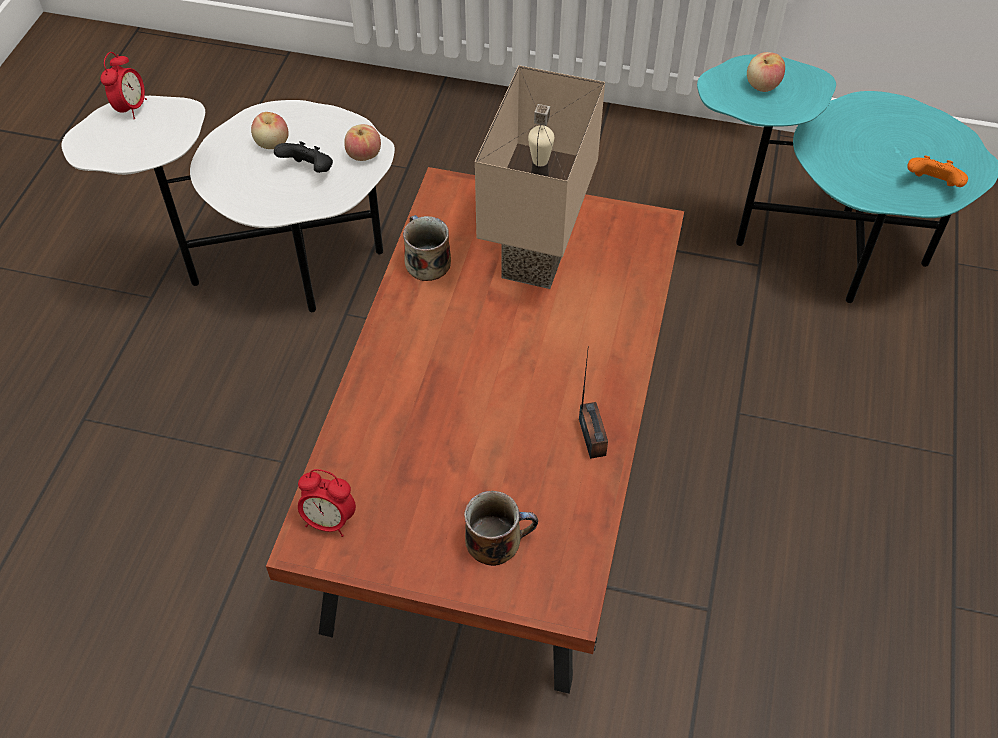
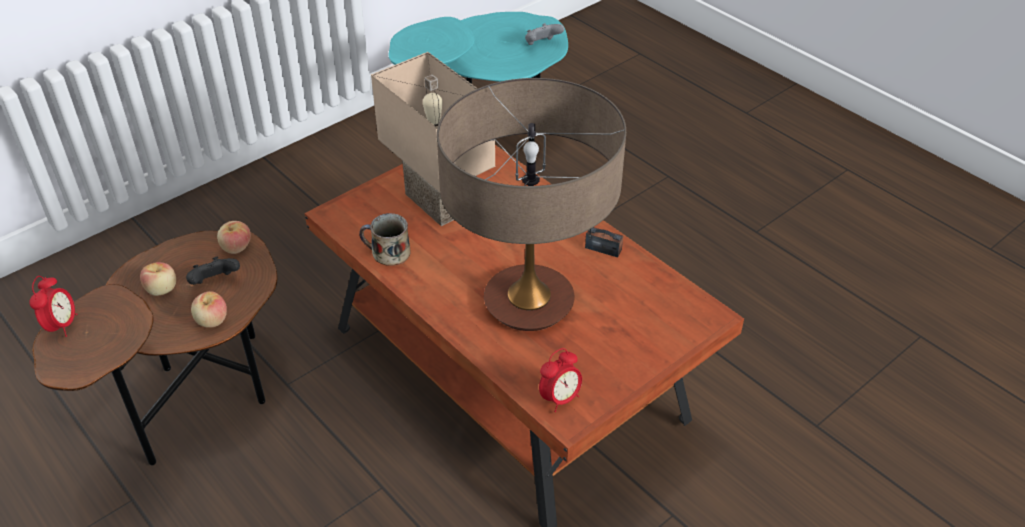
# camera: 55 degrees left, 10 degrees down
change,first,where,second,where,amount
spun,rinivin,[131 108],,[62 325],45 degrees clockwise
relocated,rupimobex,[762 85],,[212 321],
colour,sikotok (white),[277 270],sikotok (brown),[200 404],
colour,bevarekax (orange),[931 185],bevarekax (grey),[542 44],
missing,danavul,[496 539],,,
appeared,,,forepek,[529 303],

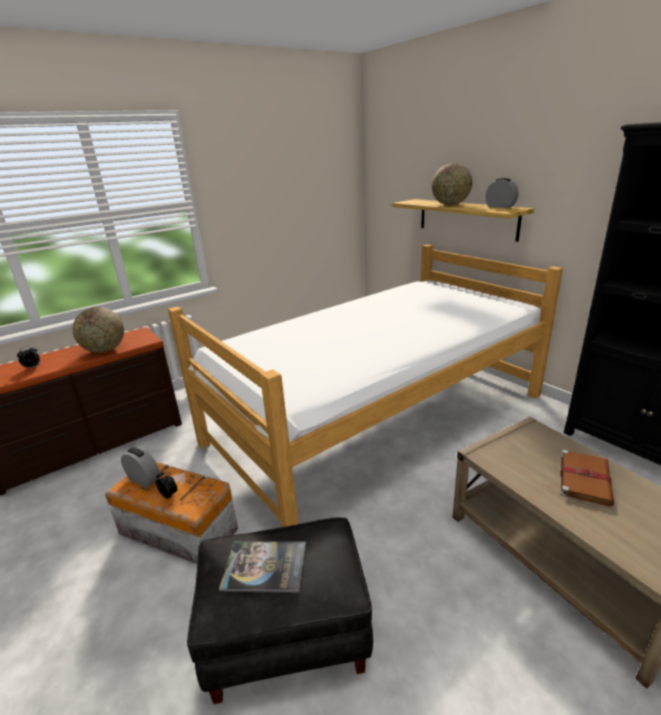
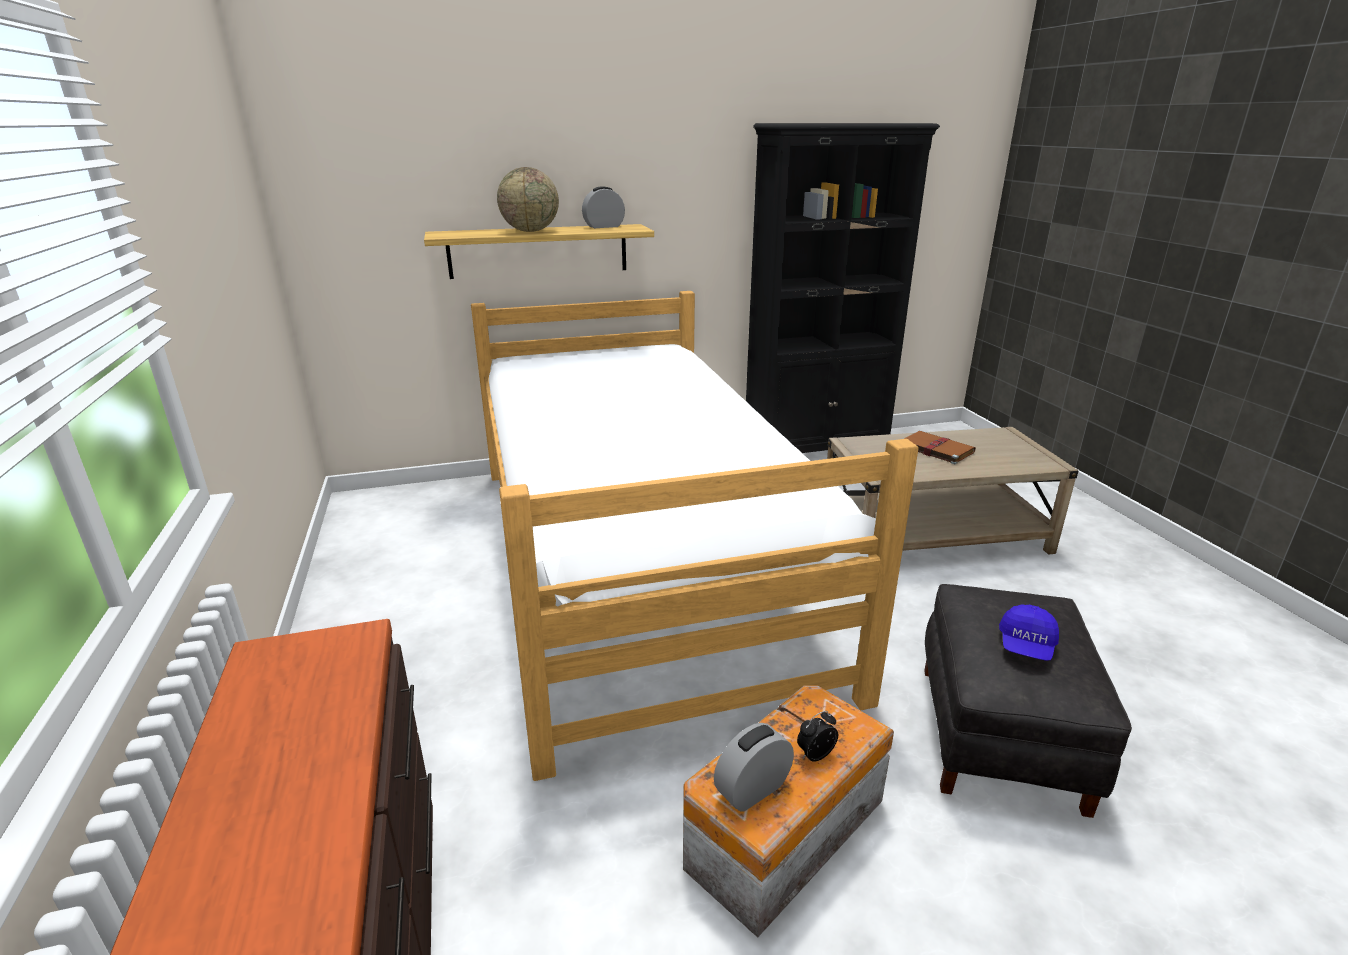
# camera: 70 degrees left, 0 degrees up
change,first,where,second,where,amount
missing,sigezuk,[105 350],,,
missing,rinivin,[33 367],,,
exchanged,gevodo,[265 567],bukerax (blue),[1026 646],

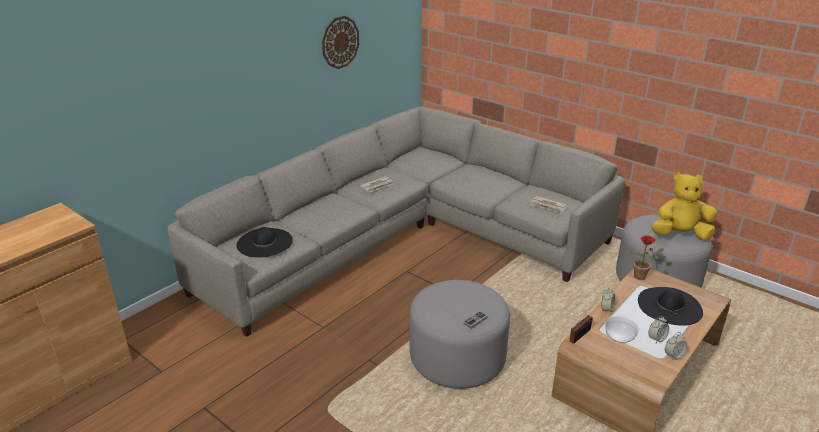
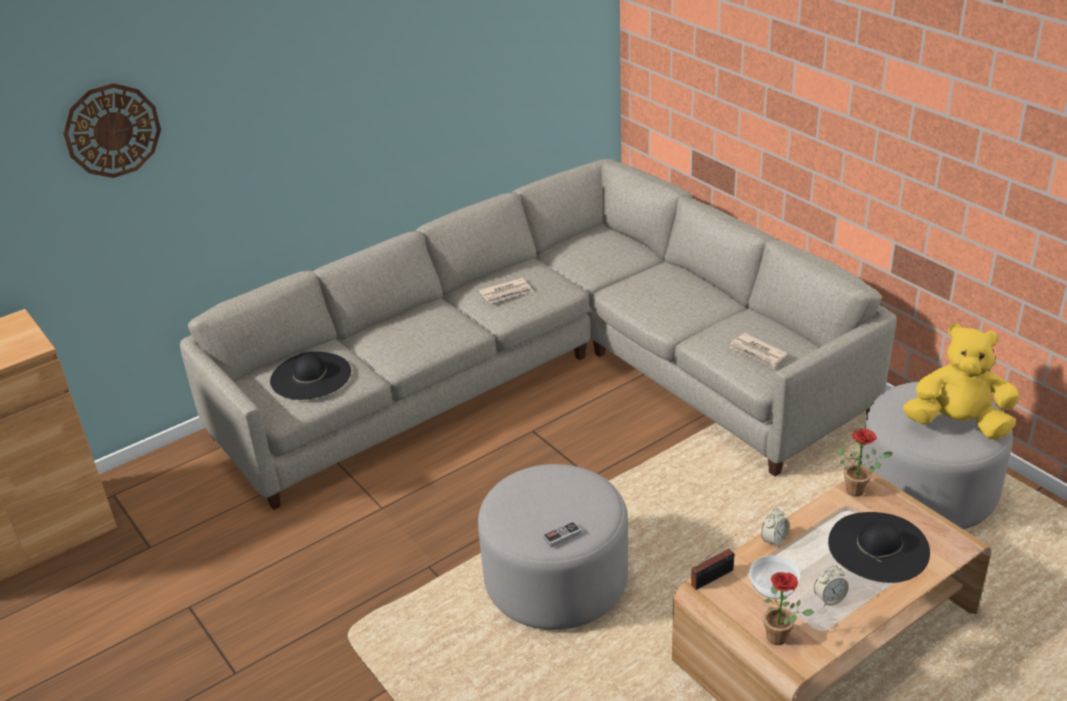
# camera: 15 degrees right, 5 degrees up
change,first,where,second,where,amount
relocated,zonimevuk,[340 42],,[112 130],
missing,rinivin,[673 355],,,
appeared,,,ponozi,[781 638],

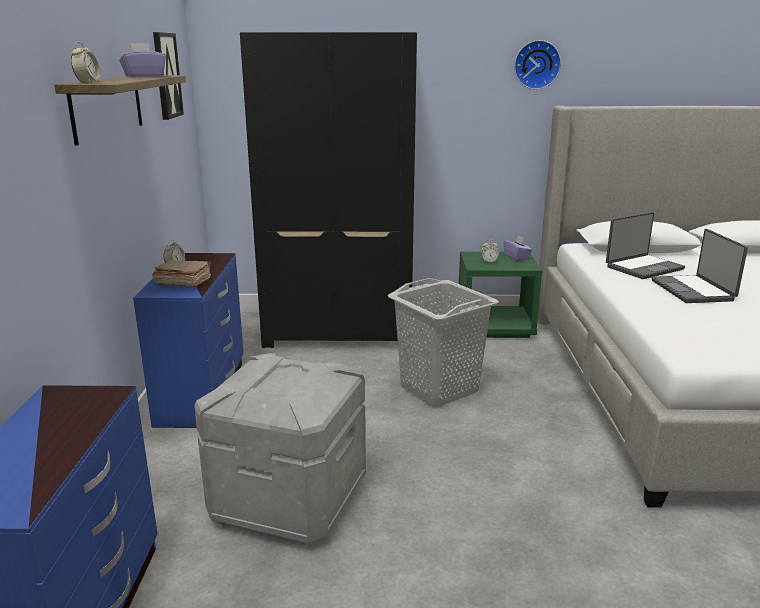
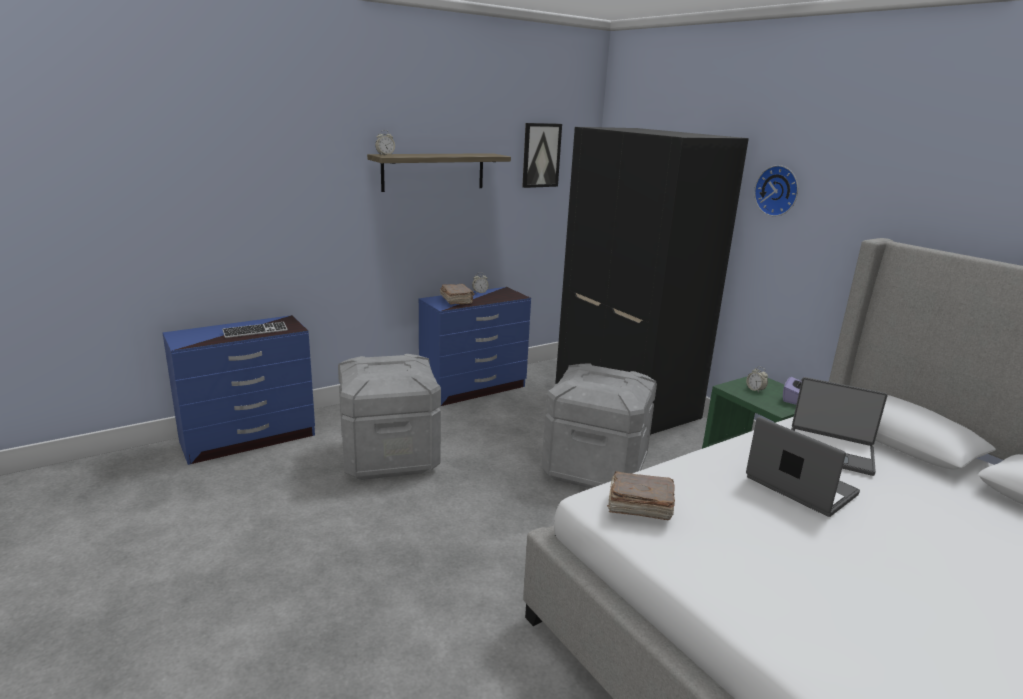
# camera: 55 degrees right, 0 degrees up
change,first,where,second,where,amount
relocated,zonimevuk,[536 65],,[778 190],
missing,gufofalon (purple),[144 76],,,
spun,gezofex,[693 290],,[799 487],90 degrees clockwise
exchanged,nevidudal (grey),[439 389],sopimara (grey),[594 468],
appeared,,,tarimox,[255 331],
appeared,,,gevodo (brown),[638 506],

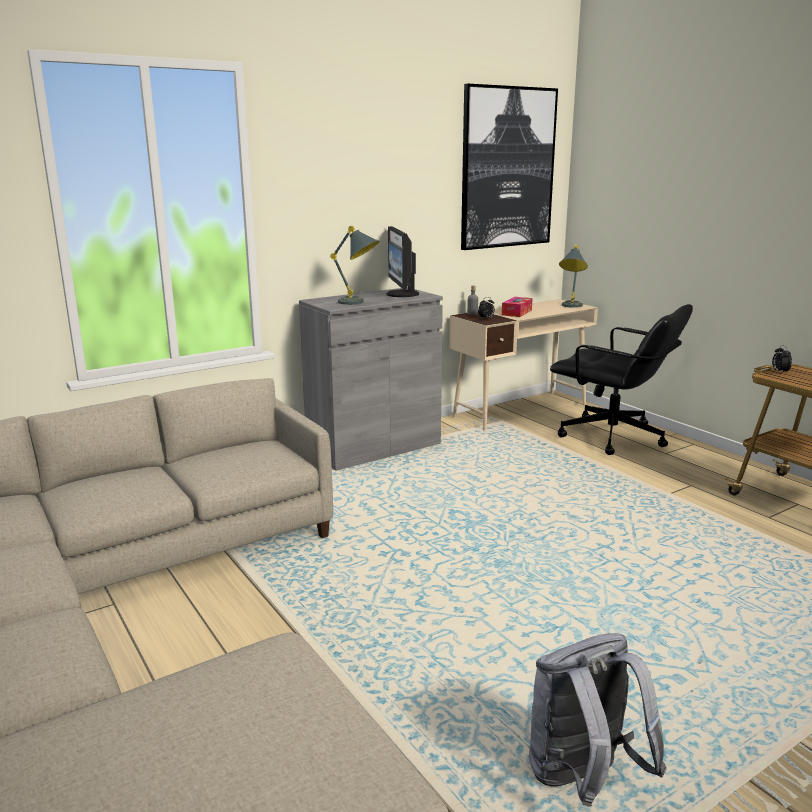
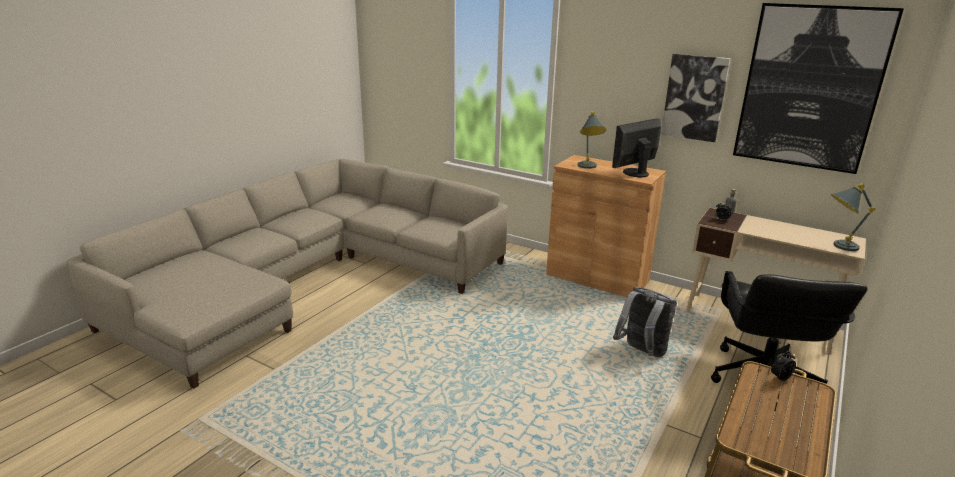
# camera: 65 degrees right, 5 degrees up
change,first,where,second,where,amount
colour,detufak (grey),[374 447],detufak (brown),[597 278],
missing,gufofalon,[516 312],,,
relocated,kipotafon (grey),[583 780],,[641 352],
appeared,,,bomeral,[694 97],

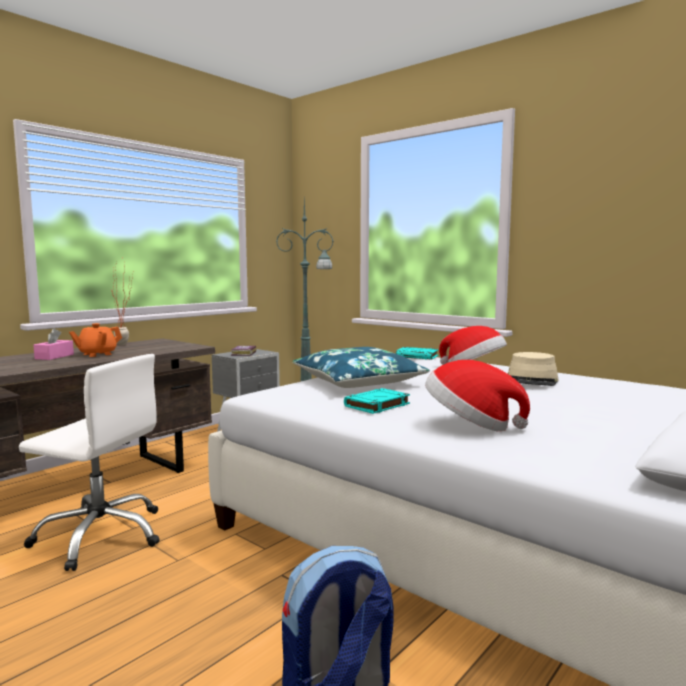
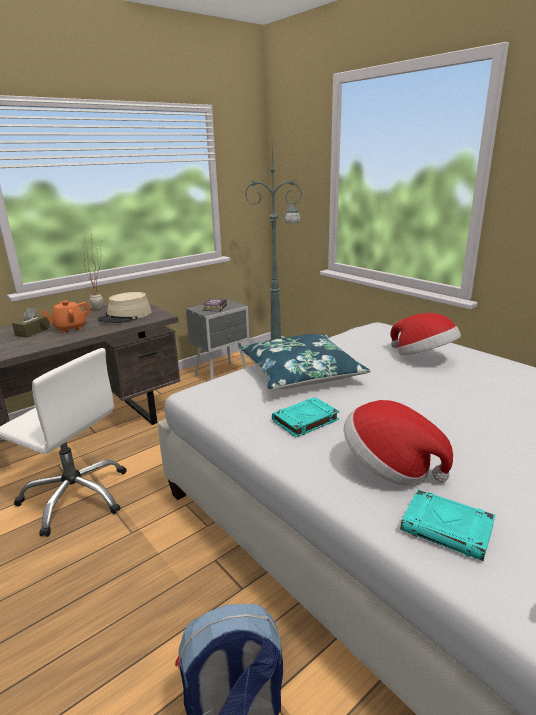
# camera: 10 degrees right, 15 degrees up
change,first,where,second,where,amount
colour,gufofalon (pink),[54 356],gufofalon (brown),[33 331],
relocated,gevodo (turquoise),[417 356],,[447 529],
relocated,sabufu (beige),[531 381],,[126 316],

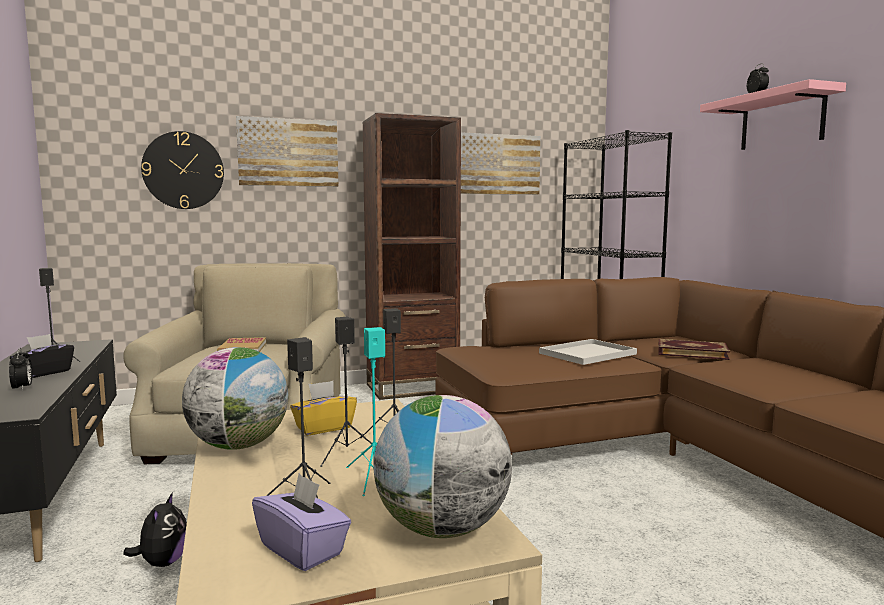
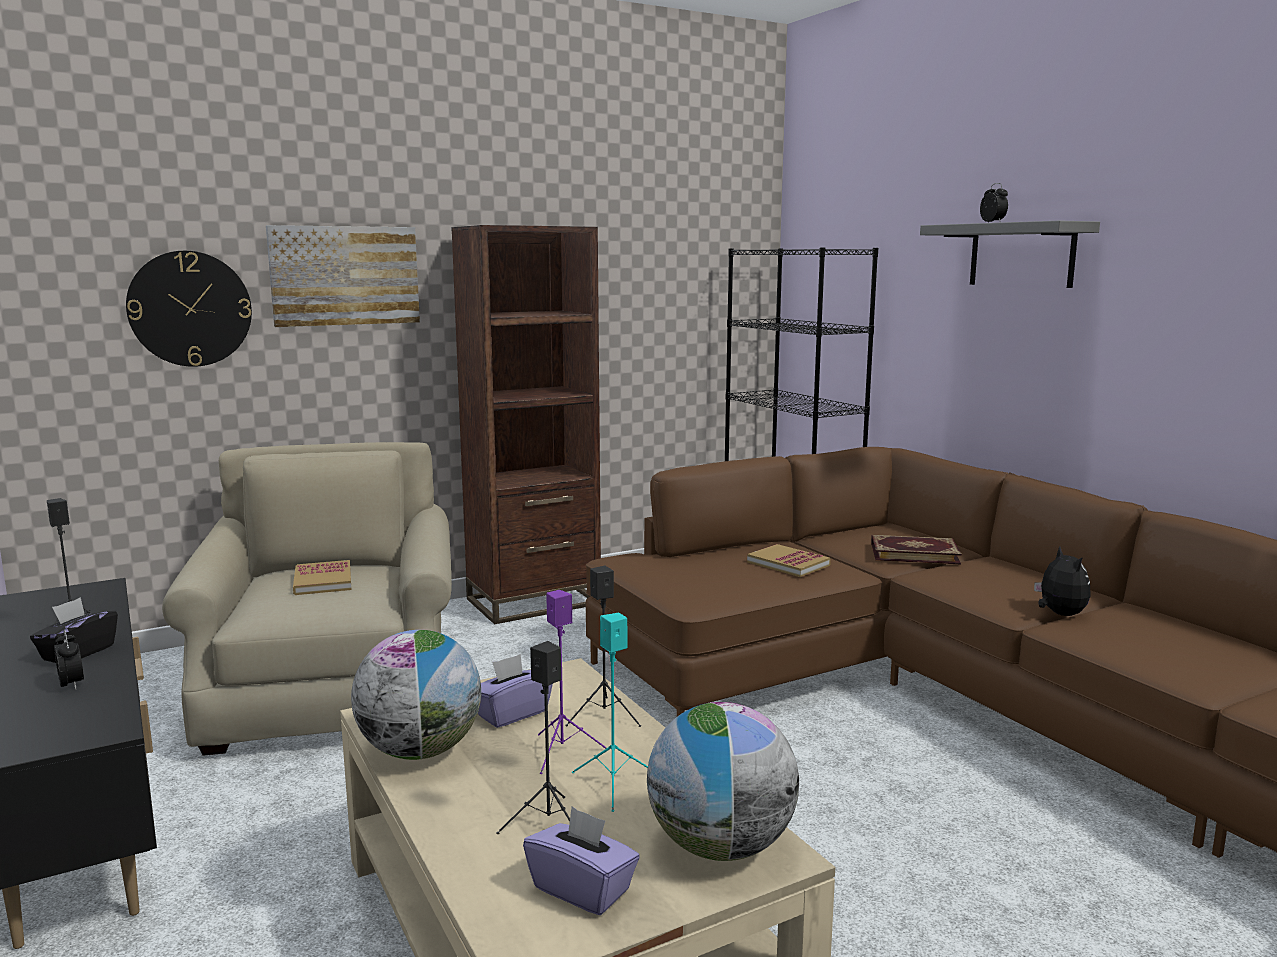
# camera: 10 degrees left, 5 degrees up
change,first,where,second,where,amount
colour,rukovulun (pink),[782 120],rukovulun (grey),[1021 255],
missing,bomeral,[498 164],,,
colour,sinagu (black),[348 453],sinagu (purple),[563 751],
exchanged,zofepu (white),[587 354],gevodo,[788 564],
colour,gufofalon (yellow),[323 428],gufofalon (purple),[511 713],
relocated,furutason,[162 563],,[1059 614],

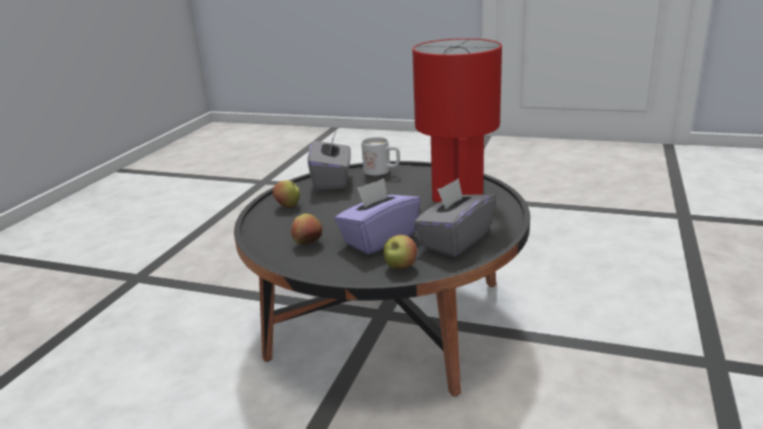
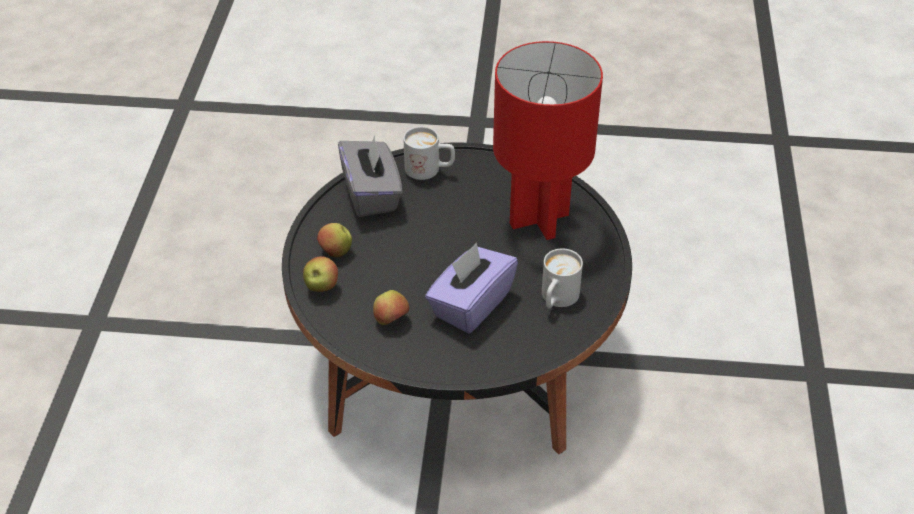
# camera: 15 degrees left, 20 degrees up
change,first,where,second,where,amount
exchanged,gufofalon (grey),[455 240],danavul (white),[557 299],
relocated,rupimobex,[400 267],,[321 287],

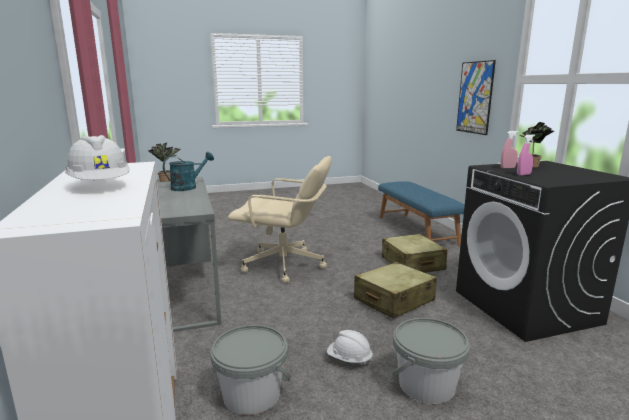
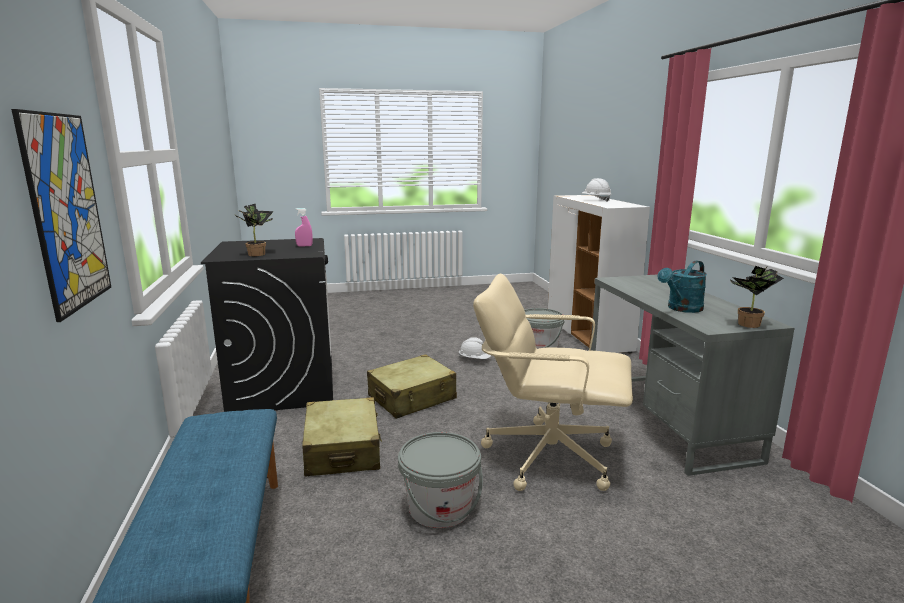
# camera: 175 degrees left, 0 degrees up
change,first,where,second,where,amount
missing,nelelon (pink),[507 168],,,
relocated,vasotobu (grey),[426 385],,[440 508],

